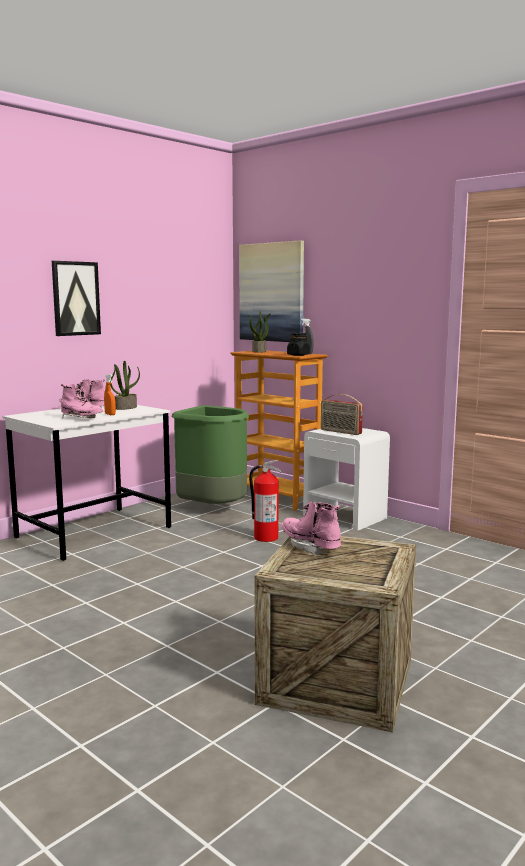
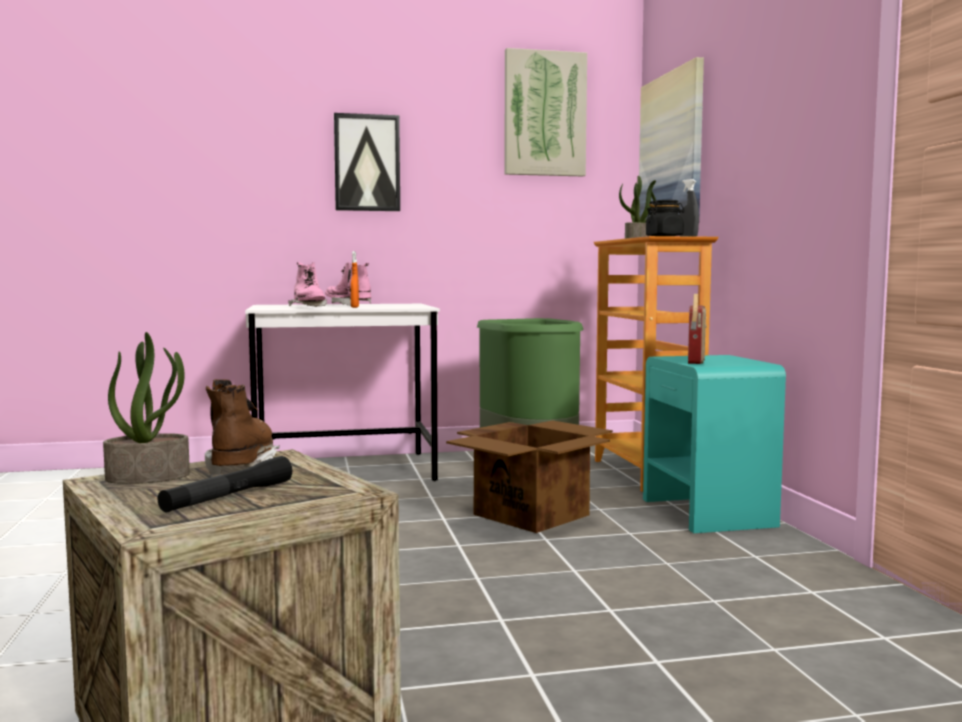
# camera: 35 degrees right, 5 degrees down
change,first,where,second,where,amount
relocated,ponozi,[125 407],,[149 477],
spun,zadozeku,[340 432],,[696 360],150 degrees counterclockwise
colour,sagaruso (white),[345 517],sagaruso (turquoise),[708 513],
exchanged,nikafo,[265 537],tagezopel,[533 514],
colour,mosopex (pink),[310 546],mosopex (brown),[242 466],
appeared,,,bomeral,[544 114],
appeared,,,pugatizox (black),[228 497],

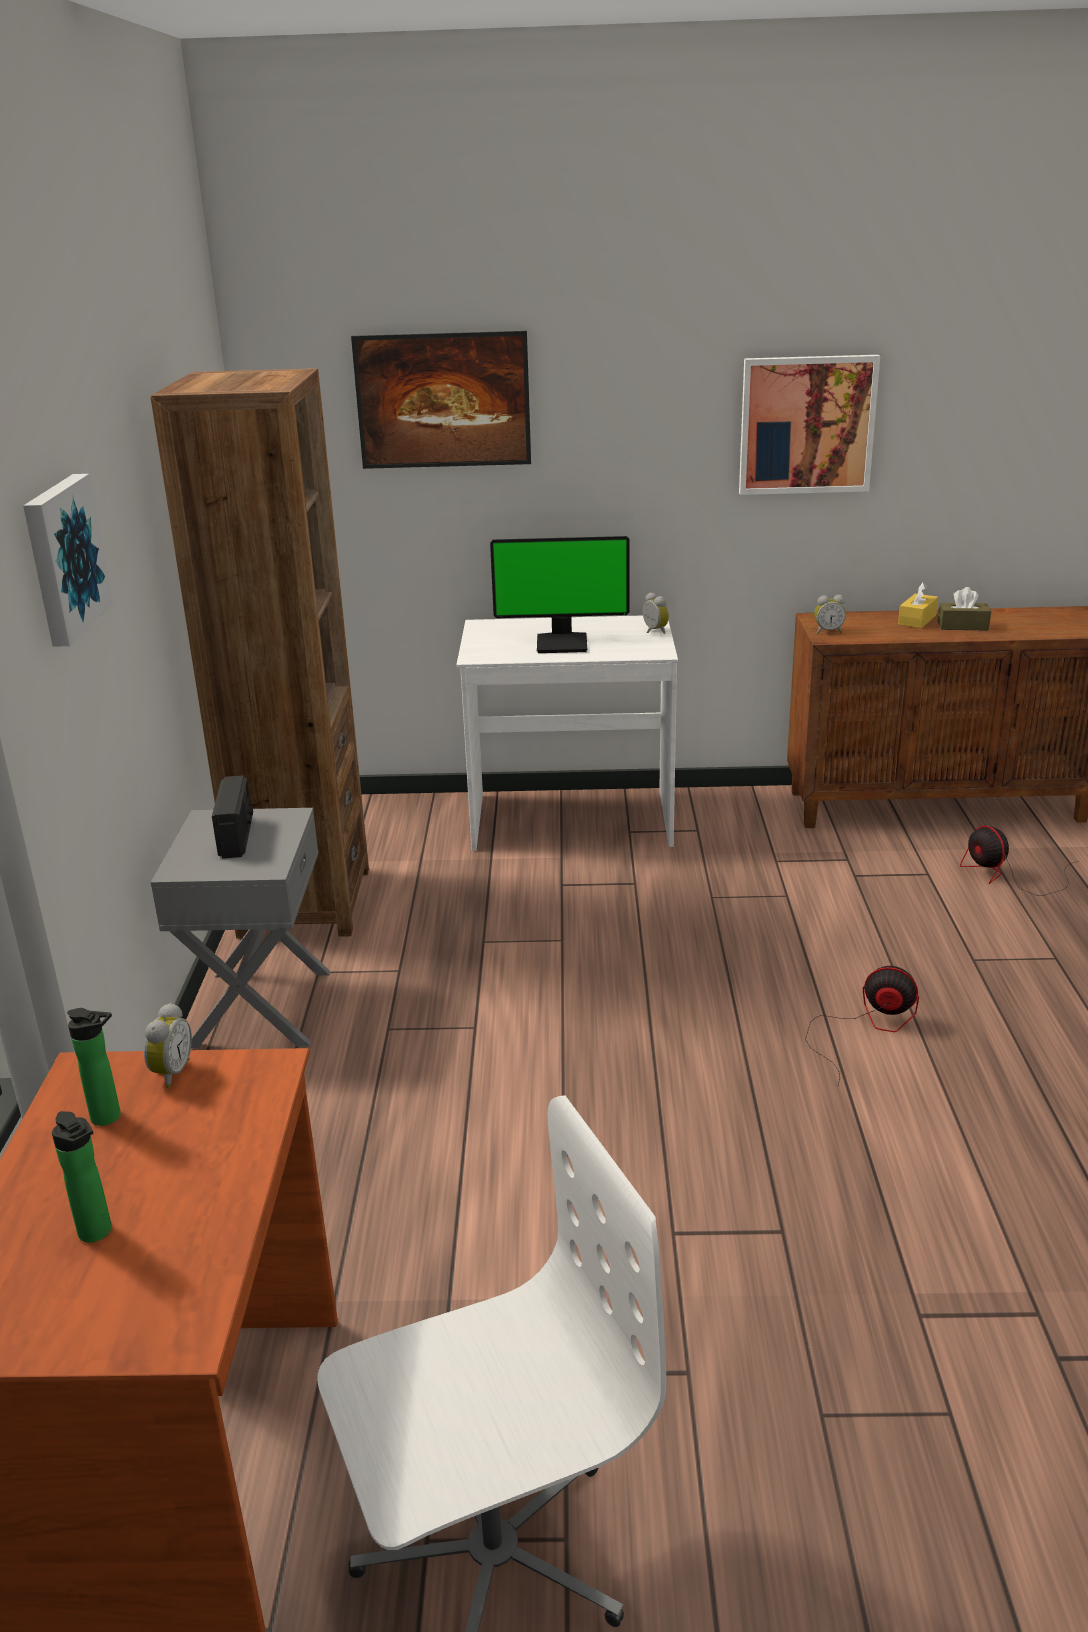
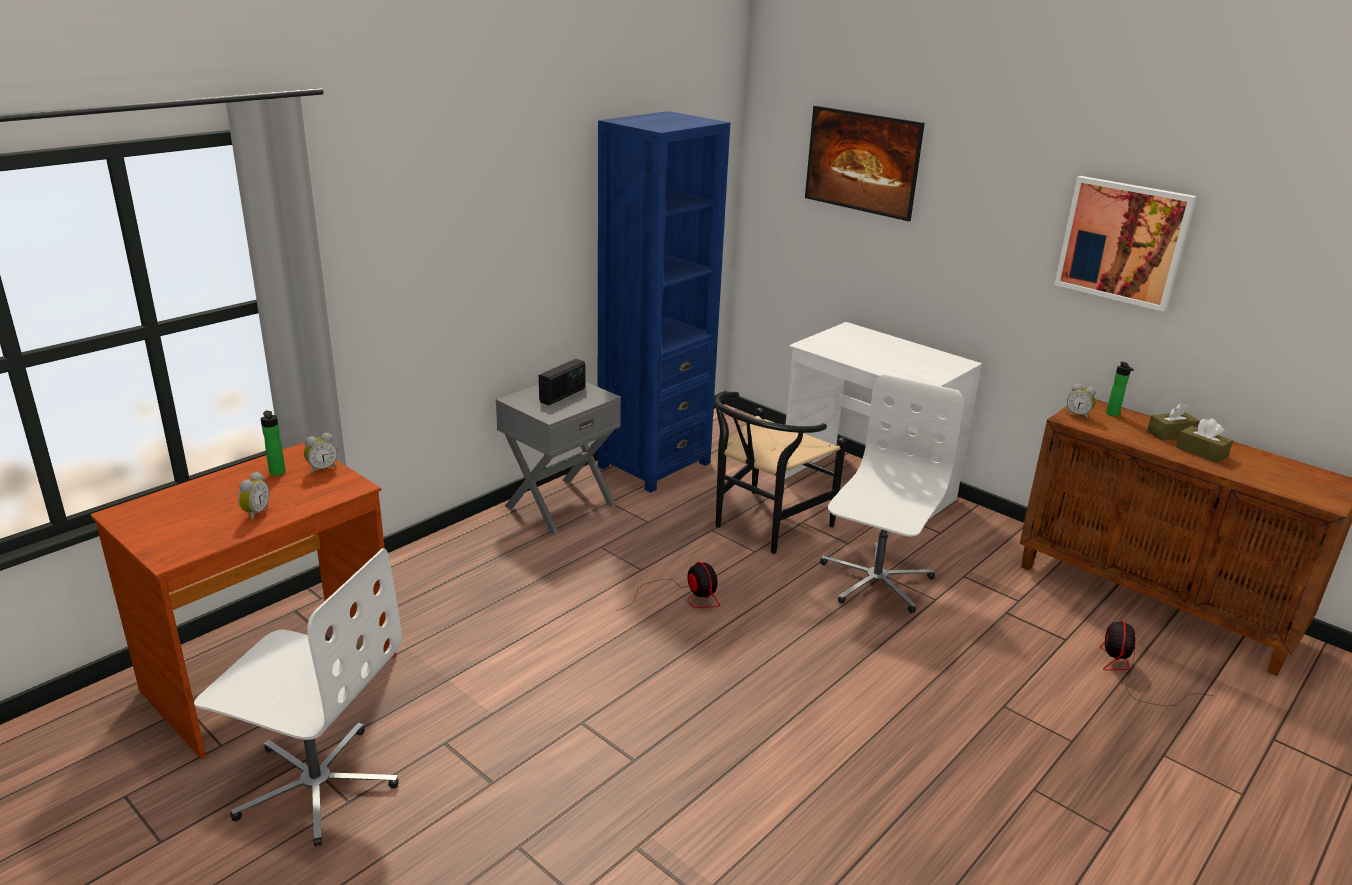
# camera: 40 degrees right, 0 degrees up
change,first,where,second,where,amount
colour,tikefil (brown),[304 902],tikefil (blue),[654 464],
missing,bomeral,[62 558],,,
missing,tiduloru,[563 643],,,
colour,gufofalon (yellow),[917 620],gufofalon (brown),[1170 434],
relocated,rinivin,[653 631],,[255 513],
relocated,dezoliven,[865 1028],,[682 597],
relocated,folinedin,[97 1234],,[1113 415],
appeared,,,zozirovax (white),[875 580],
appeared,,,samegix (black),[763 527],

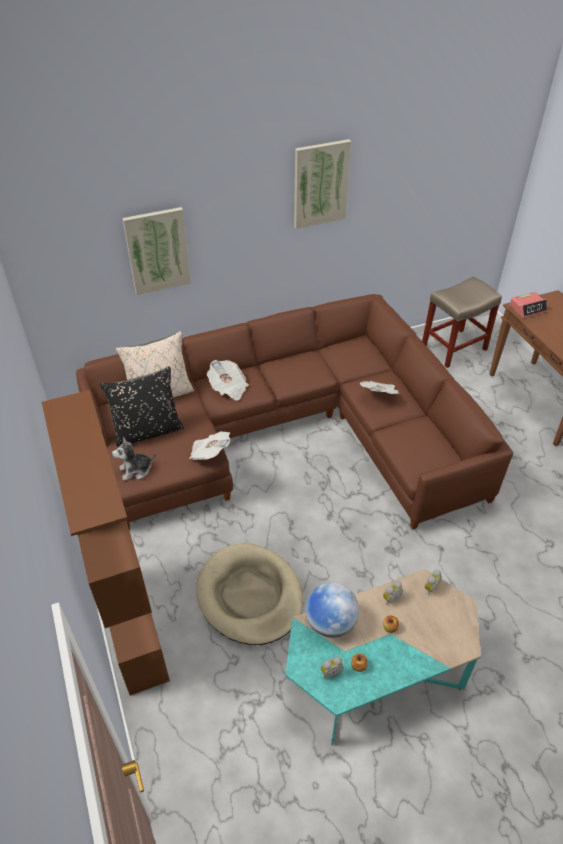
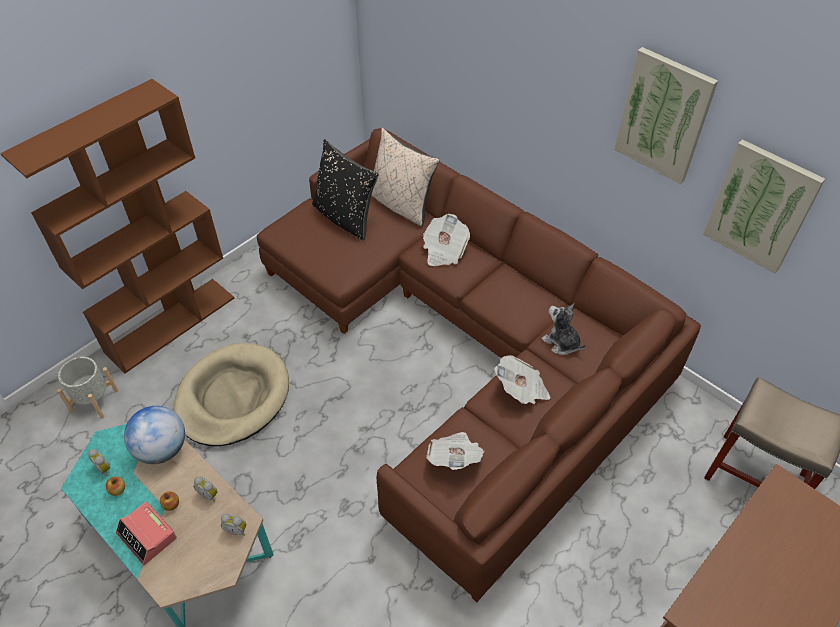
# camera: 65 degrees right, 5 degrees up
change,first,where,second,where,amount
relocated,bomeral,[157 251],,[761 207],
relocated,rinivin,[528 309],,[147 536],
relocated,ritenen,[210 453],,[454 458],
relocated,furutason,[136 470],,[561 343],
appeared,,,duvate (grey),[94 401],

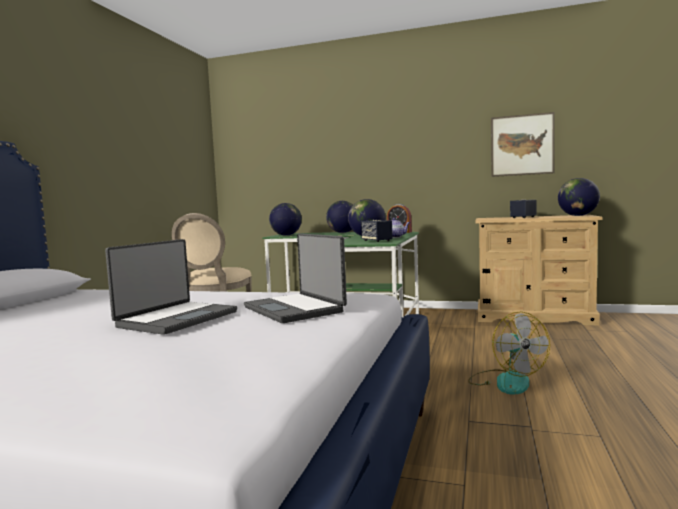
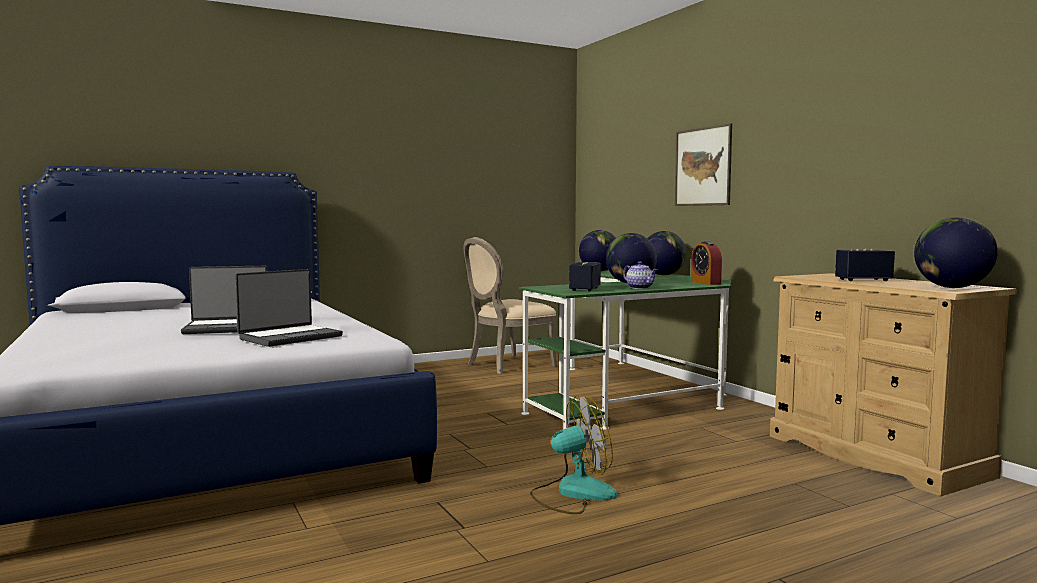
# camera: 45 degrees right, 0 degrees up
change,first,where,second,where,amount
relocated,bomeral,[522 145],,[703 166],
spun,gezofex,[295 309],,[290 337],150 degrees counterclockwise
spun,dezoliven,[506 381],,[572 493],135 degrees counterclockwise

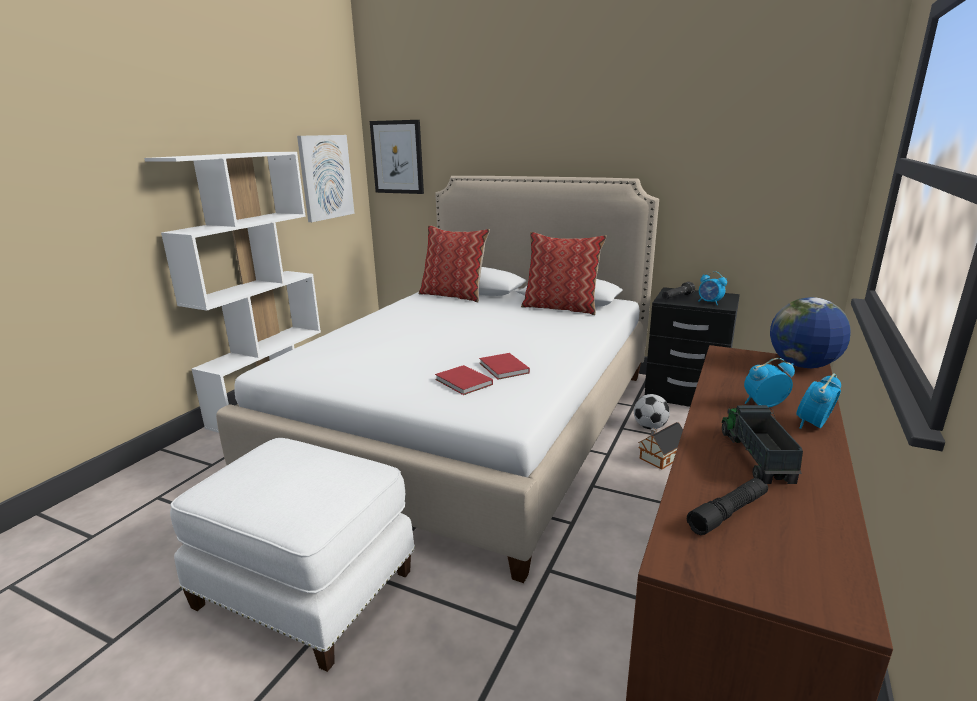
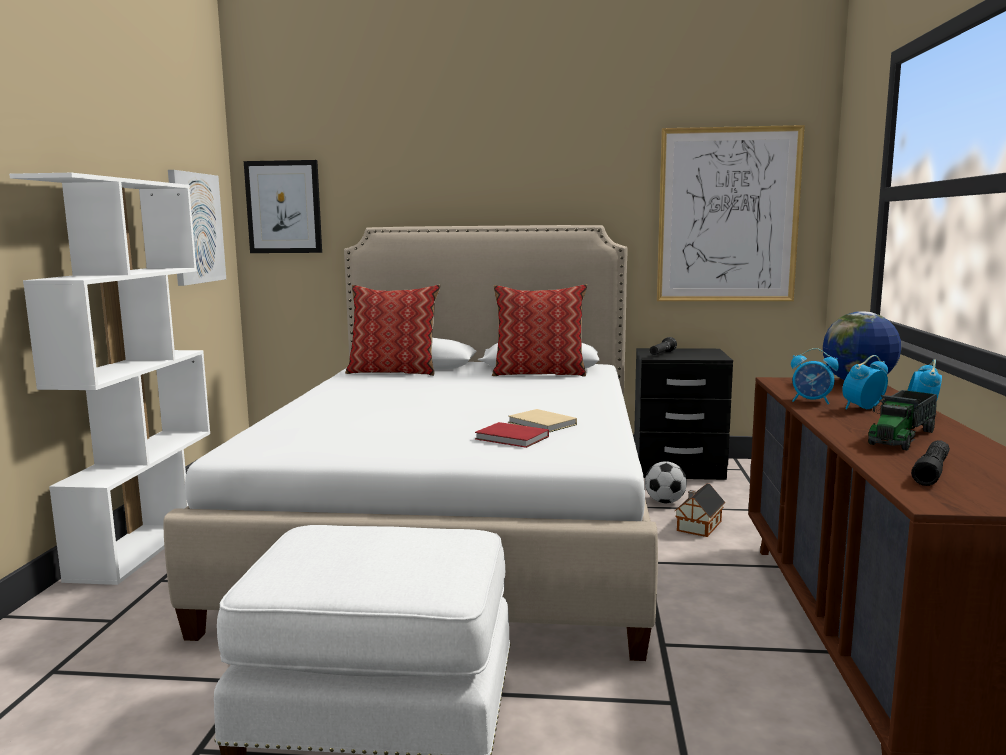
# camera: 20 degrees left, 10 degrees down
change,first,where,second,where,amount
relocated,rinivin,[710 302],,[811 401],
colour,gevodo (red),[503 368],gevodo (beige),[542 424],
spun,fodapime,[754 456],,[902 438],120 degrees counterclockwise
appeared,,,bomeral,[727 215],

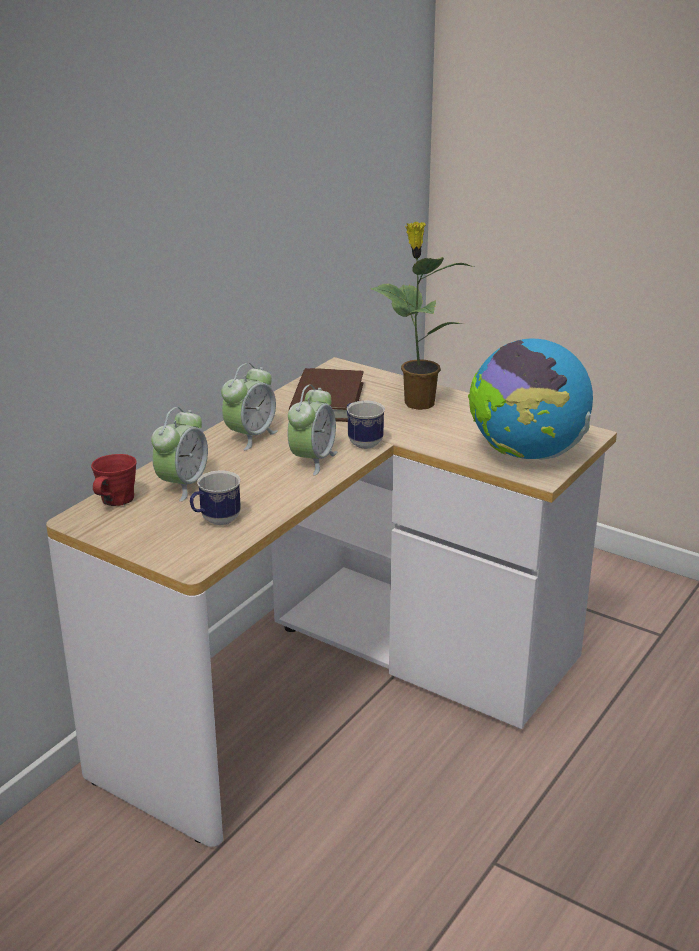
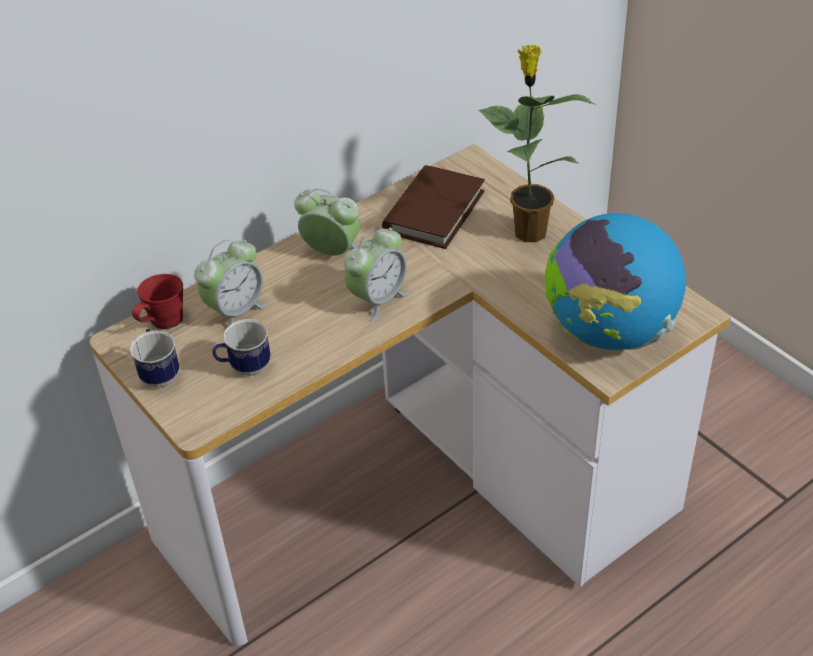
# camera: 20 degrees right, 15 degrees up
change,first,where,second,where,amount
spun,rinivin,[250 436],,[332 252],120 degrees counterclockwise
relocated,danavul,[362 441],,[159 373],

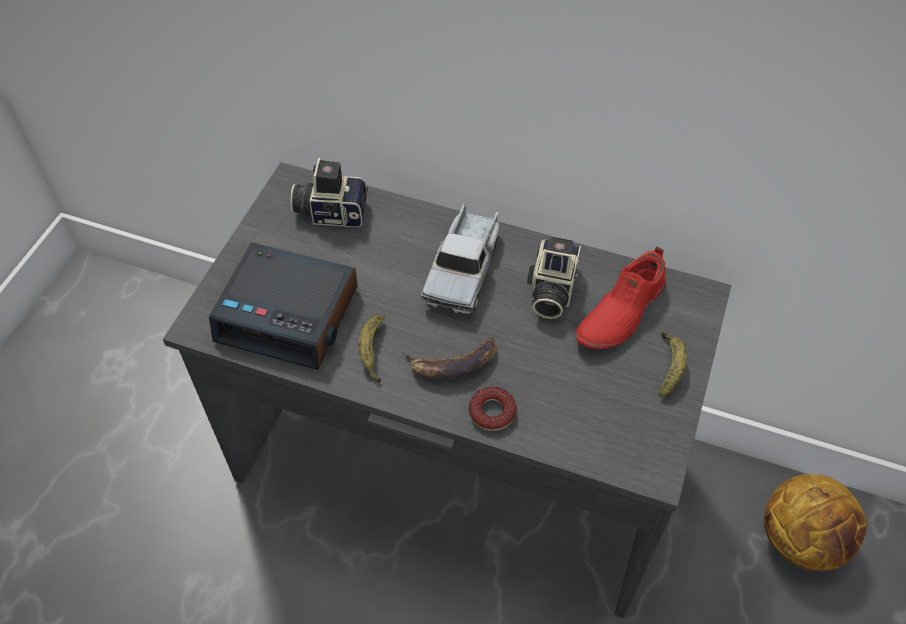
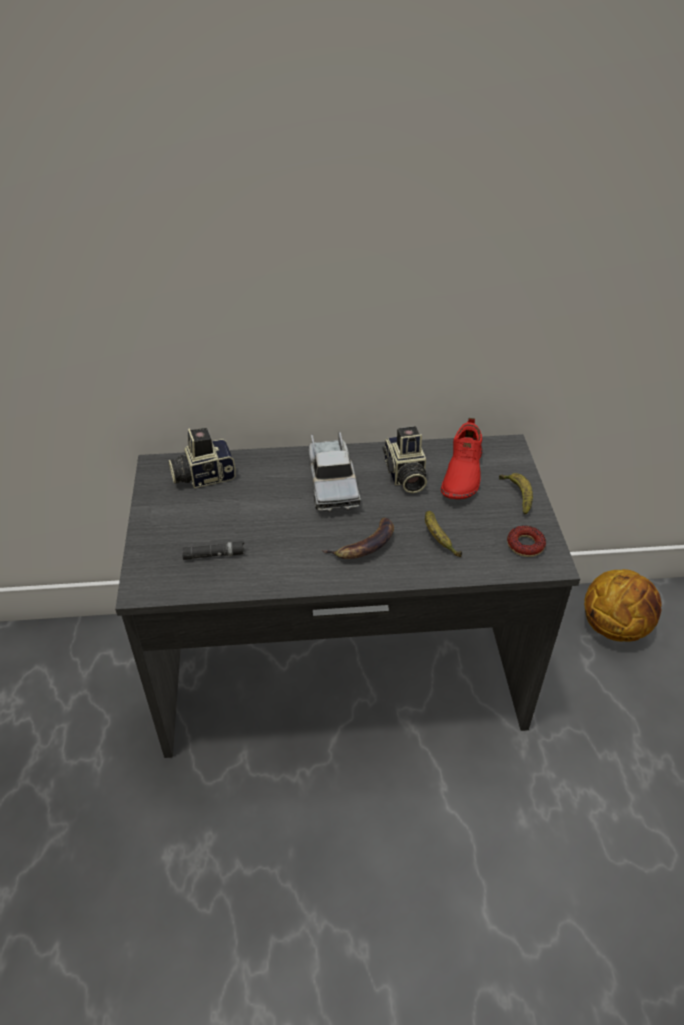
# camera: 25 degrees left, 10 degrees down
change,first,where,second,where,amount
exchanged,rinivin,[289 314],pugatizox (black),[214 555],
relocated,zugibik,[372 352],,[438 538],
relocated,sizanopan,[492 412],,[525 545],

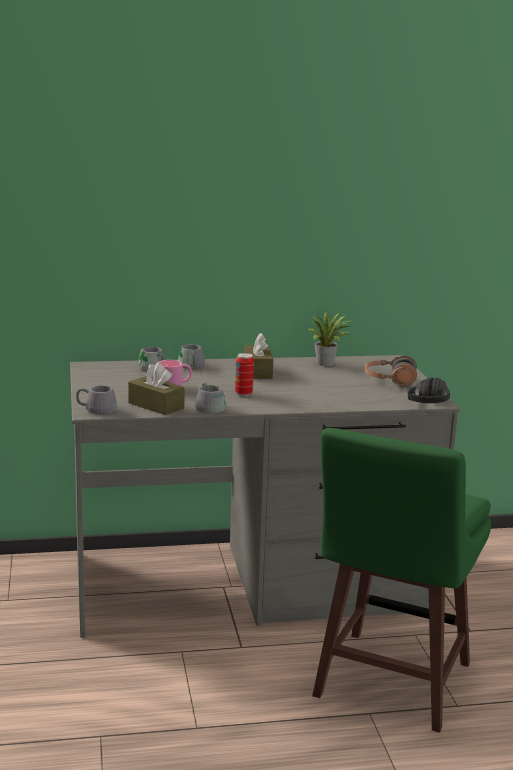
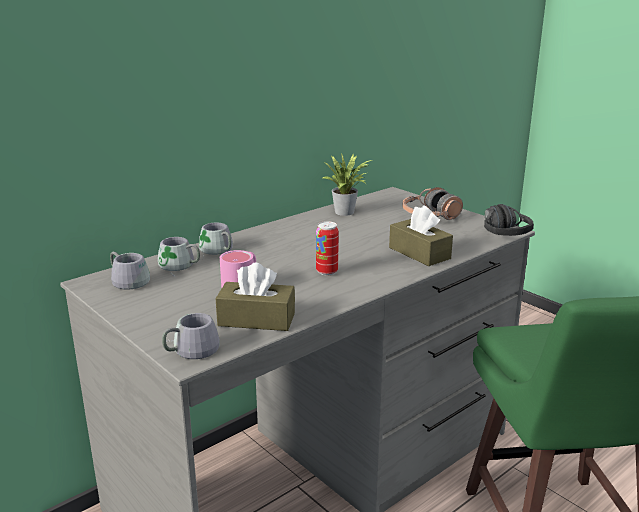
# camera: 30 degrees left, 5 degrees up
change,first,where,second,where,amount
relocated,gufofalon (brown),[257 371],,[419 253],
relocated,danavul (grey),[212 407],,[131 279],

